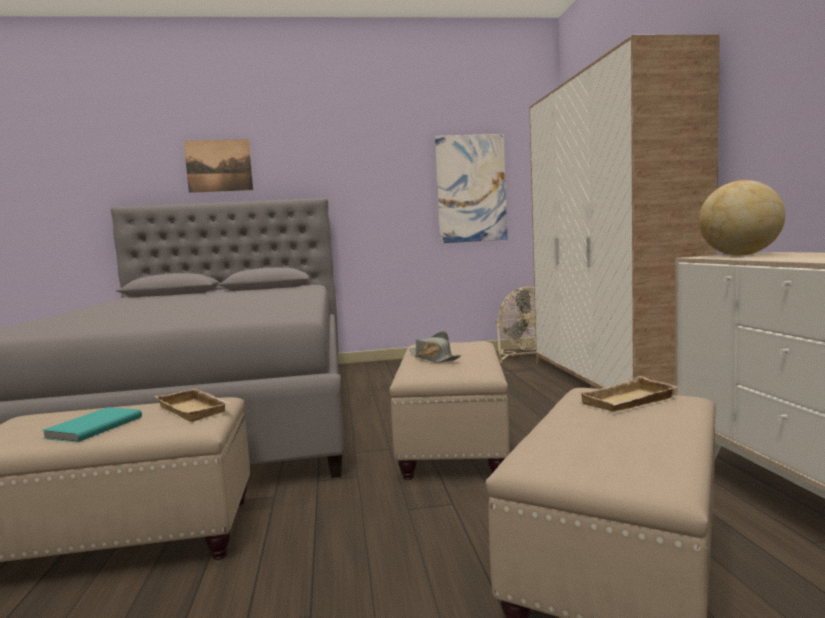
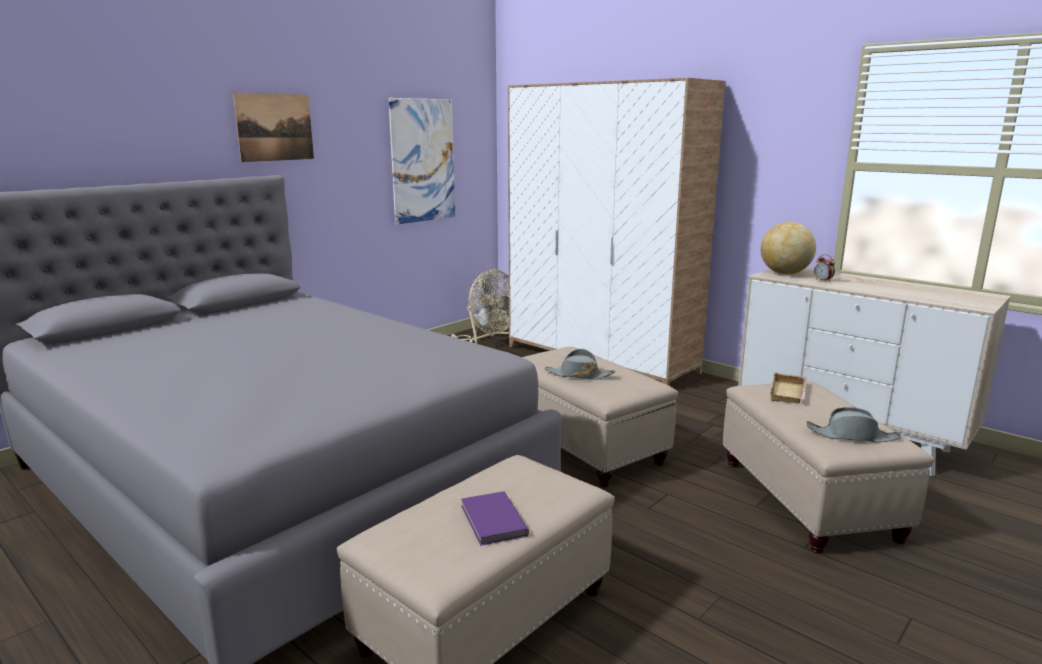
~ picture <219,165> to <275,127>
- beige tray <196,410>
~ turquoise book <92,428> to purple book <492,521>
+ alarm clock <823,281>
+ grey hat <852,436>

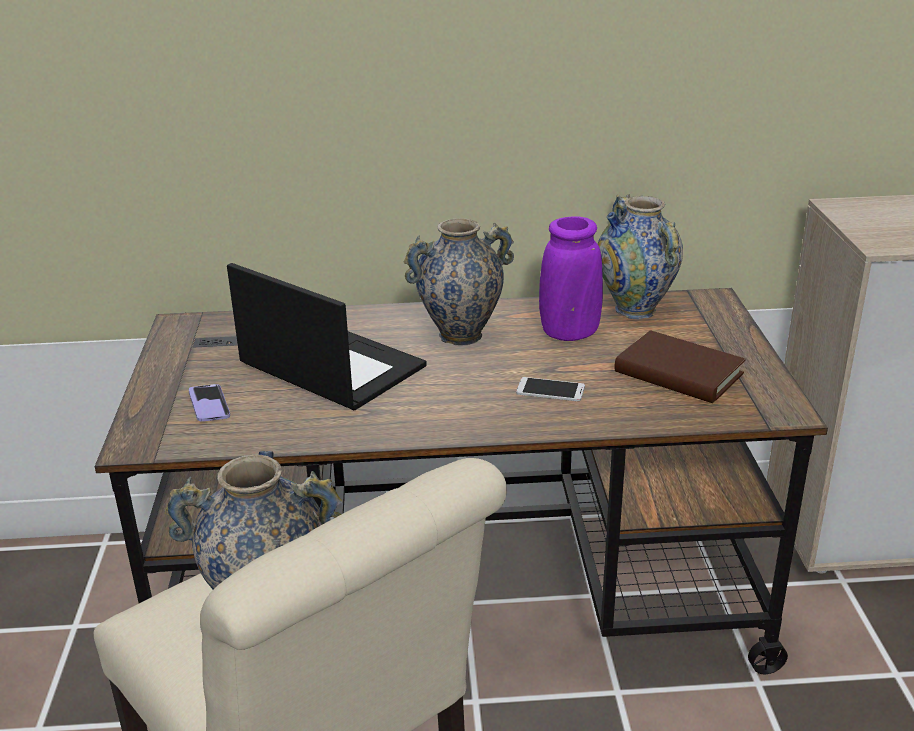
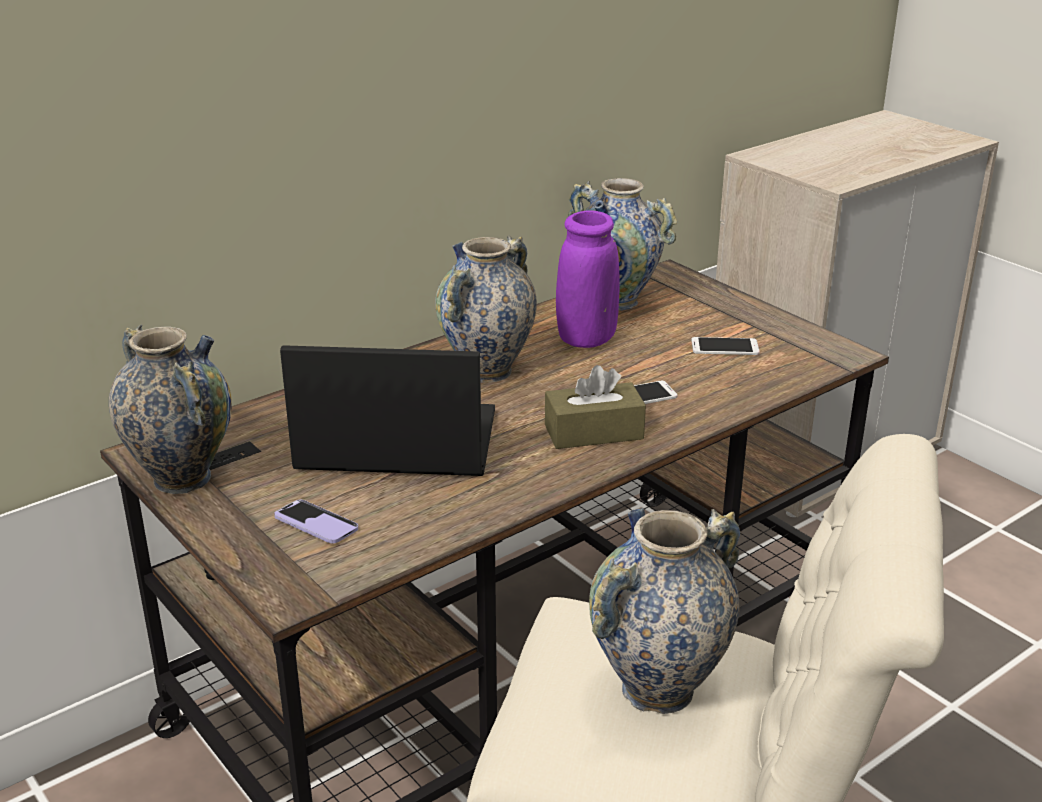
~ brown book <678,373> to phone <725,347>
+ vase <182,478>
+ brown tissue box <593,432>

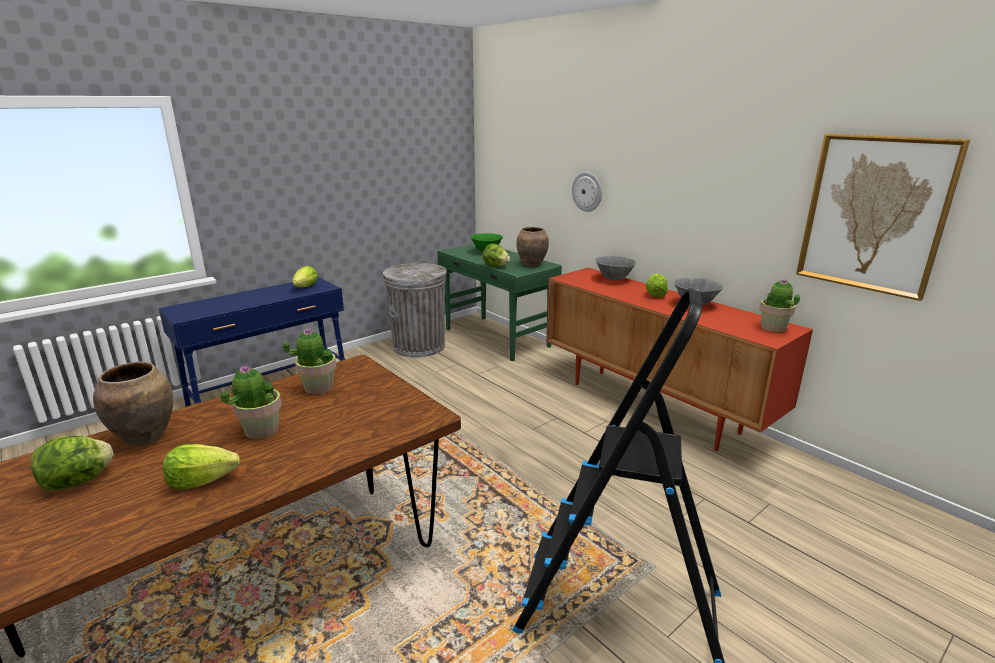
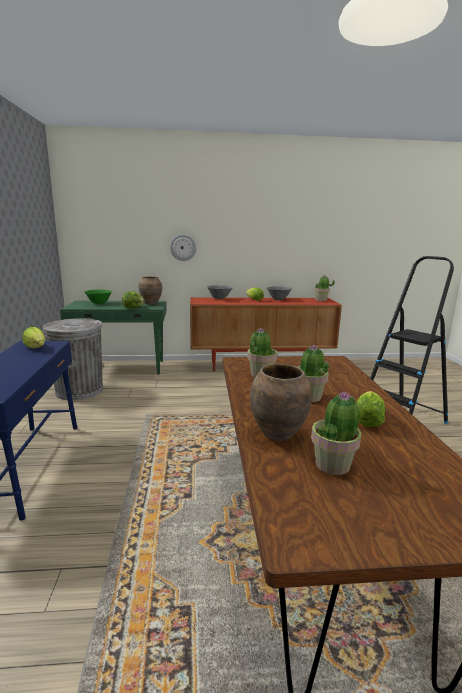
- picture <874,214>
~ lettuce <78,481> to potted plant <333,464>

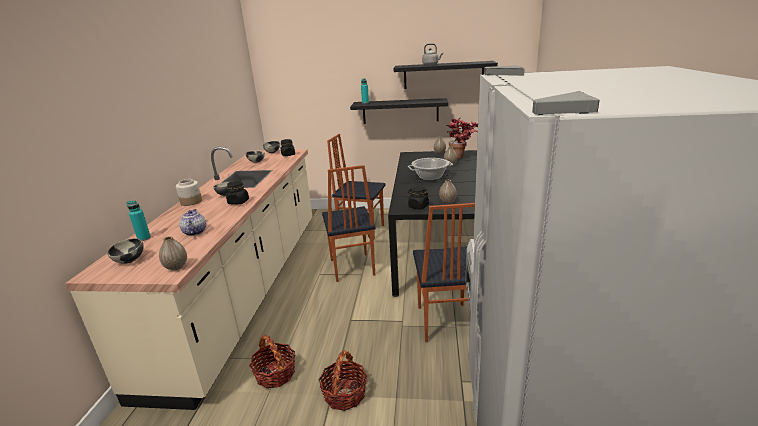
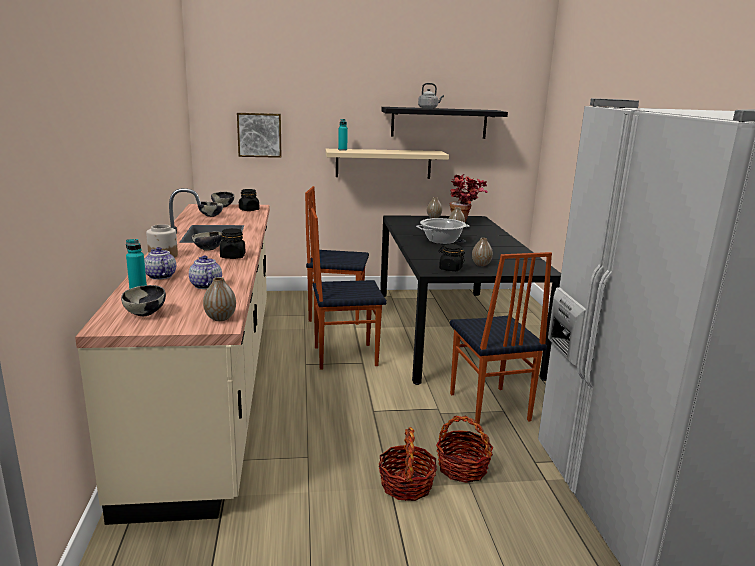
~ black shelf <400,111> to beige shelf <383,163>
~ chair <351,267> = <344,356> 105 degrees clockwise
~ basket <275,374> to <462,468>
+ picture <259,135>
+ teapot <160,276>

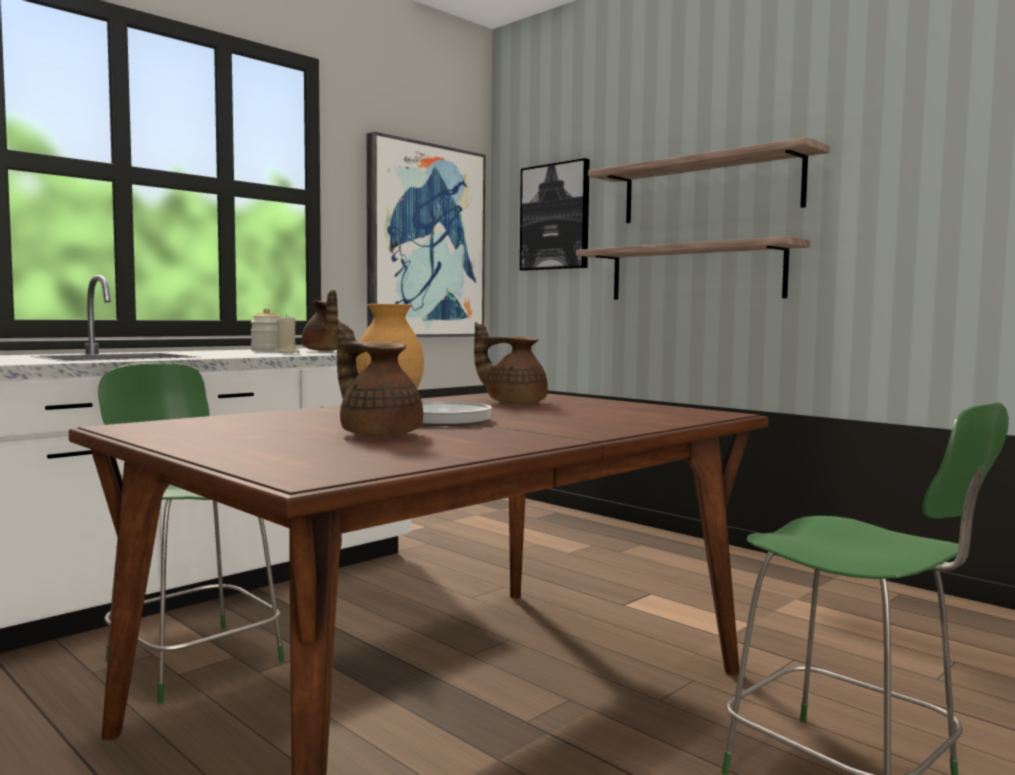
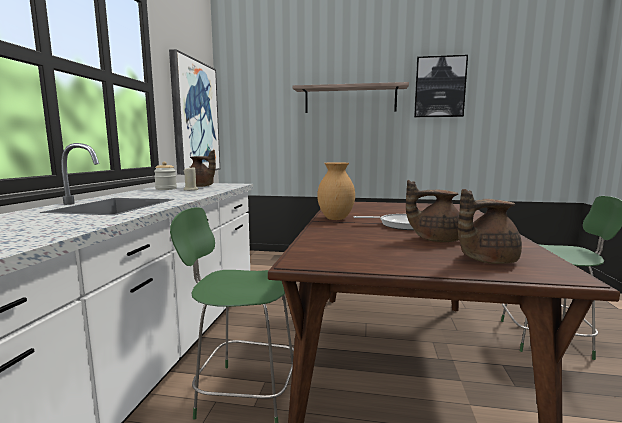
~ picture <555,217> to <439,87>
- shelf <694,272>
~ brown teapot <514,402> to <485,260>

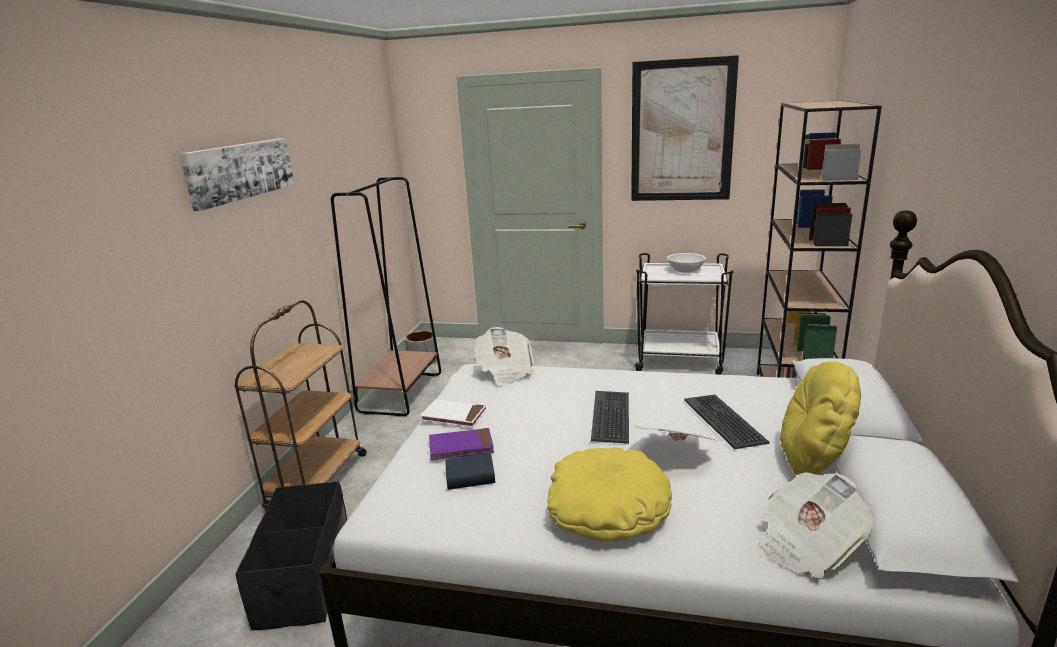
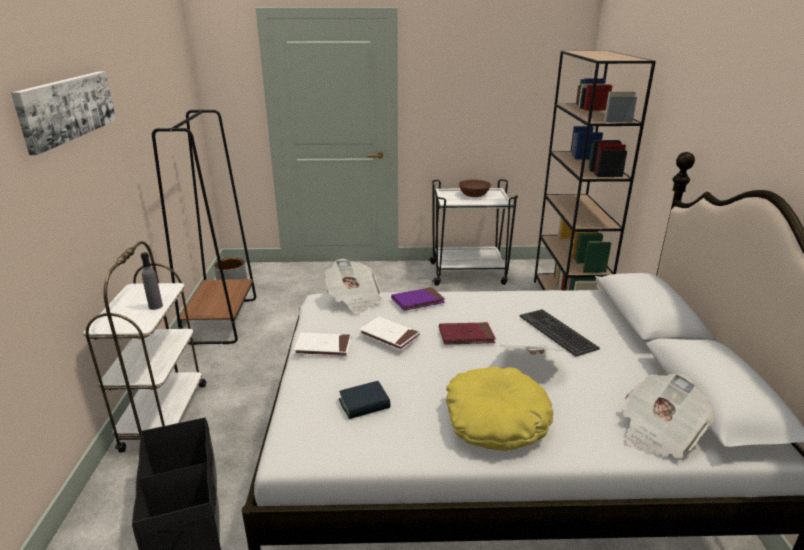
- picture <681,131>
~ white bowl <685,271> to brown bowl <474,195>
~ brown cart <316,482> to white cart <164,418>
- yellow pillow <812,462>
~ keyboard <612,416> to red book <466,336>
~ purple book <461,447> to <418,301>
+ grey bottle <155,306>
+ white book <389,336>

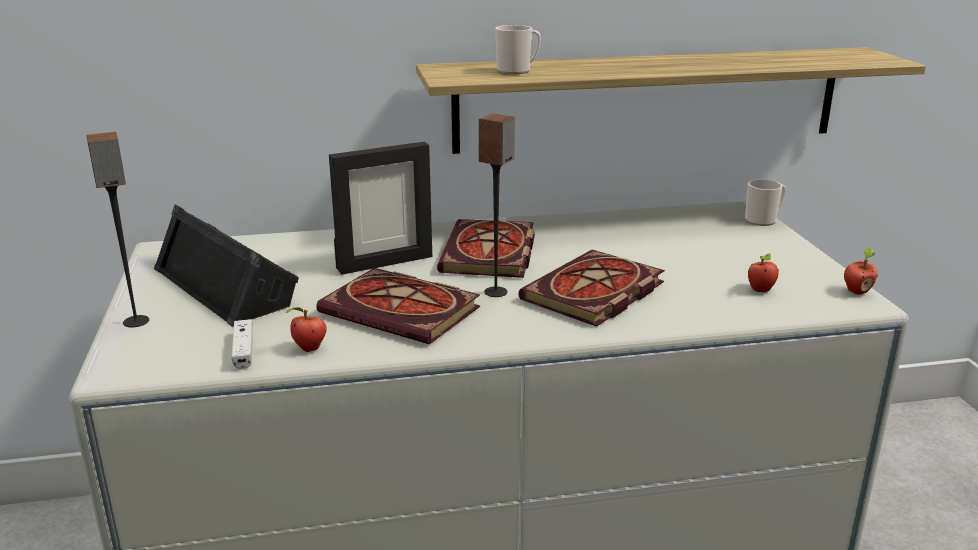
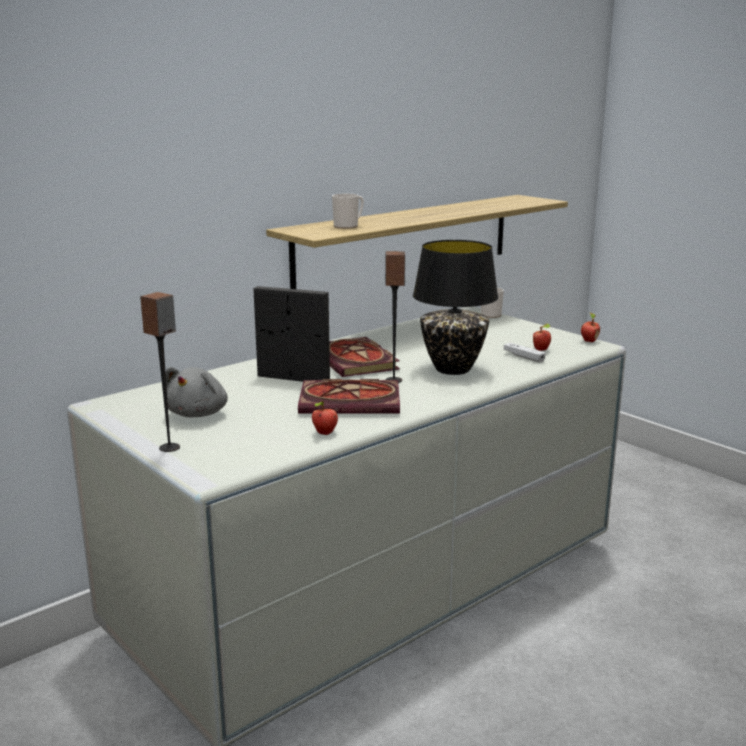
~ picture frame <385,262> = <292,379> 105 degrees counterclockwise
~ black speaker <227,284> to grey plush toy <199,413>
~ book <593,294> to black table lamp <453,369>
~ white game controller <243,351> to <523,357>

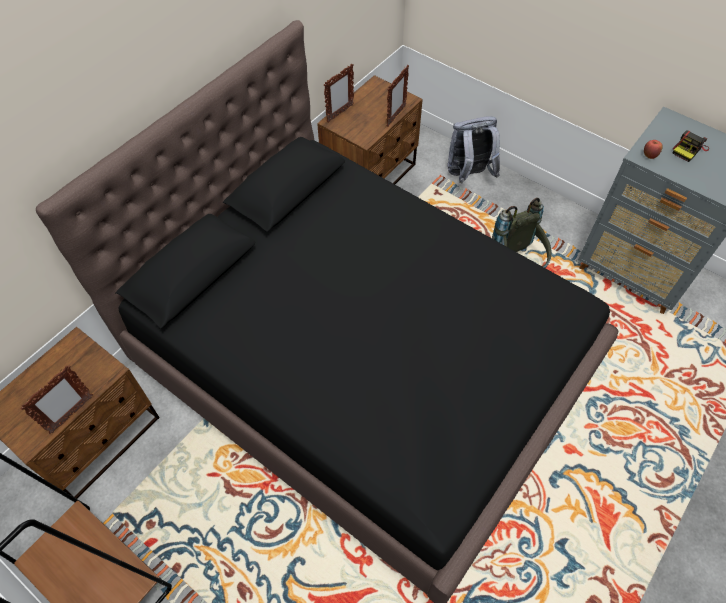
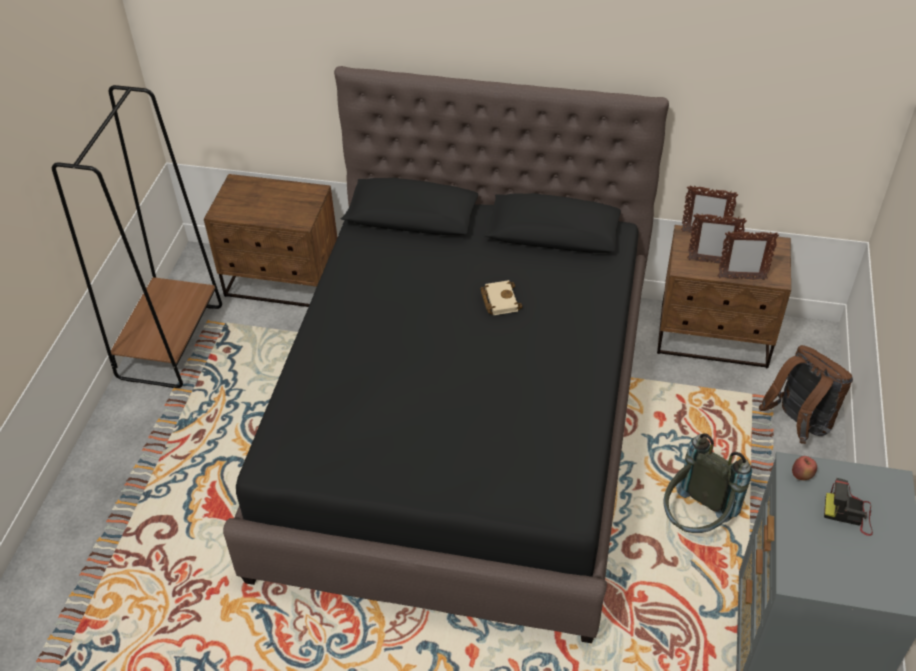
~ grey backpack <468,175> to brown backpack <798,424>
~ picture frame <71,414> to <710,262>
+ beige book <499,300>

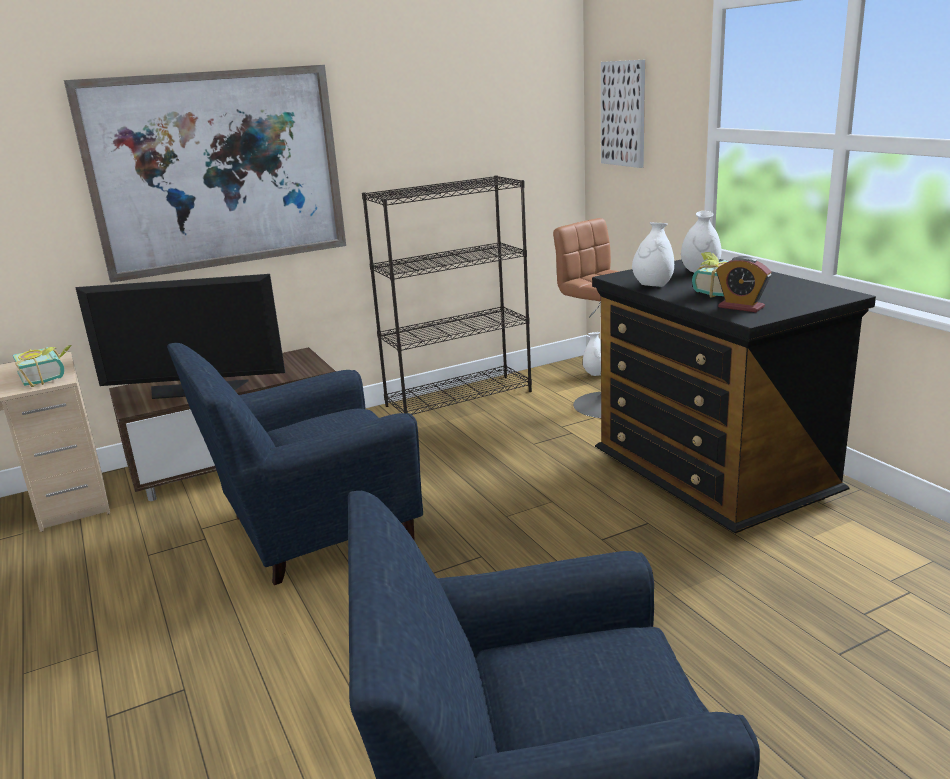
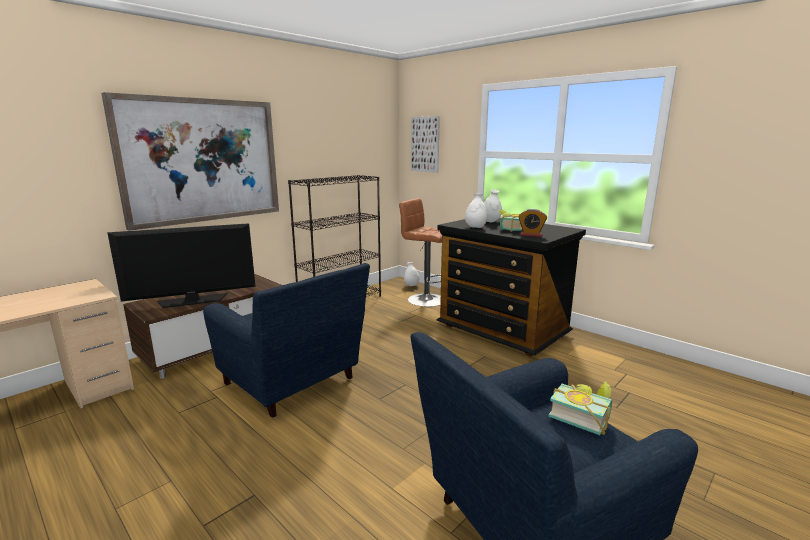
~ blue armchair <313,532> = <292,384> 90 degrees counterclockwise
~ book <48,376> to <581,416>

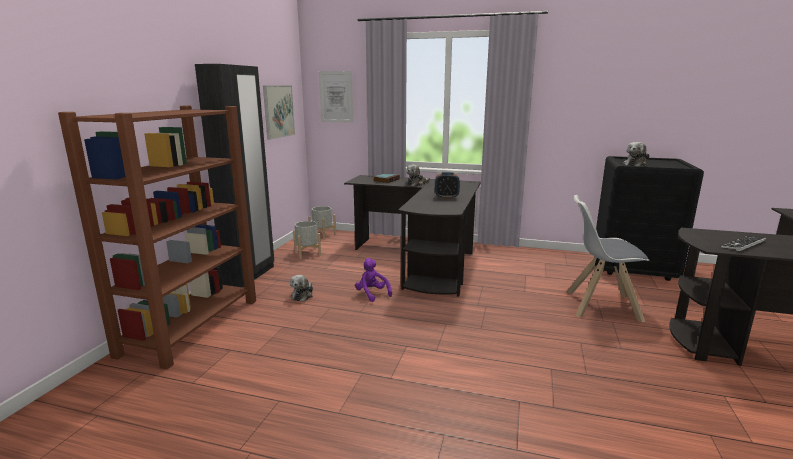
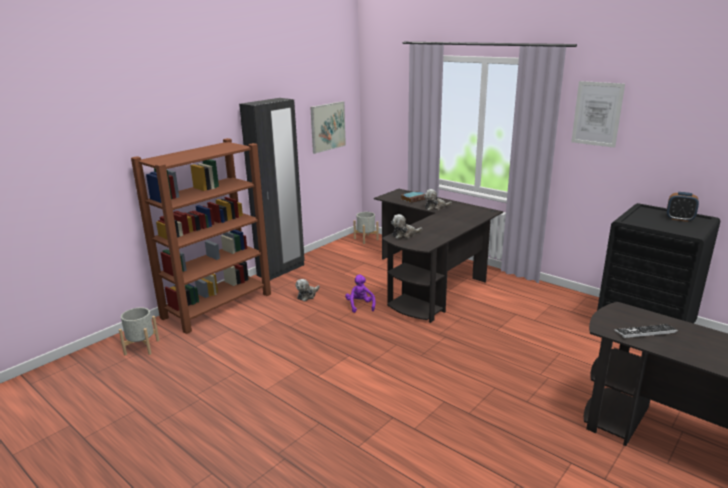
~ picture <336,97> to <597,114>
~ plush toy <635,164> to <404,235>
~ alarm clock <446,197> to <679,219>
- chair <599,305>
~ grey planter <307,254> to <141,347>

